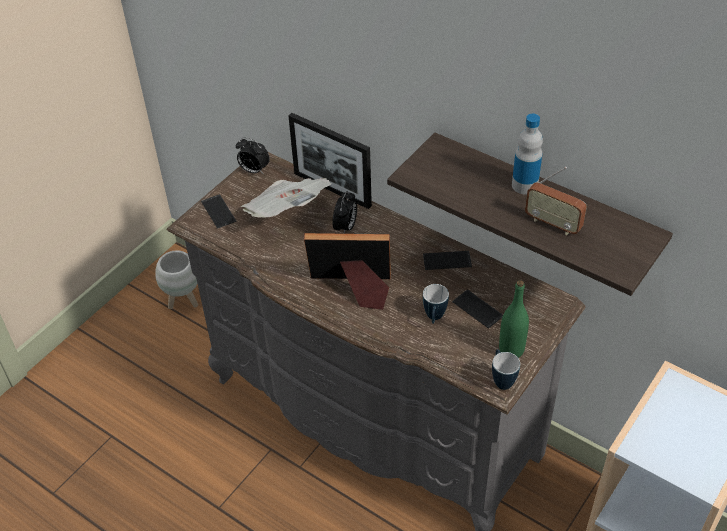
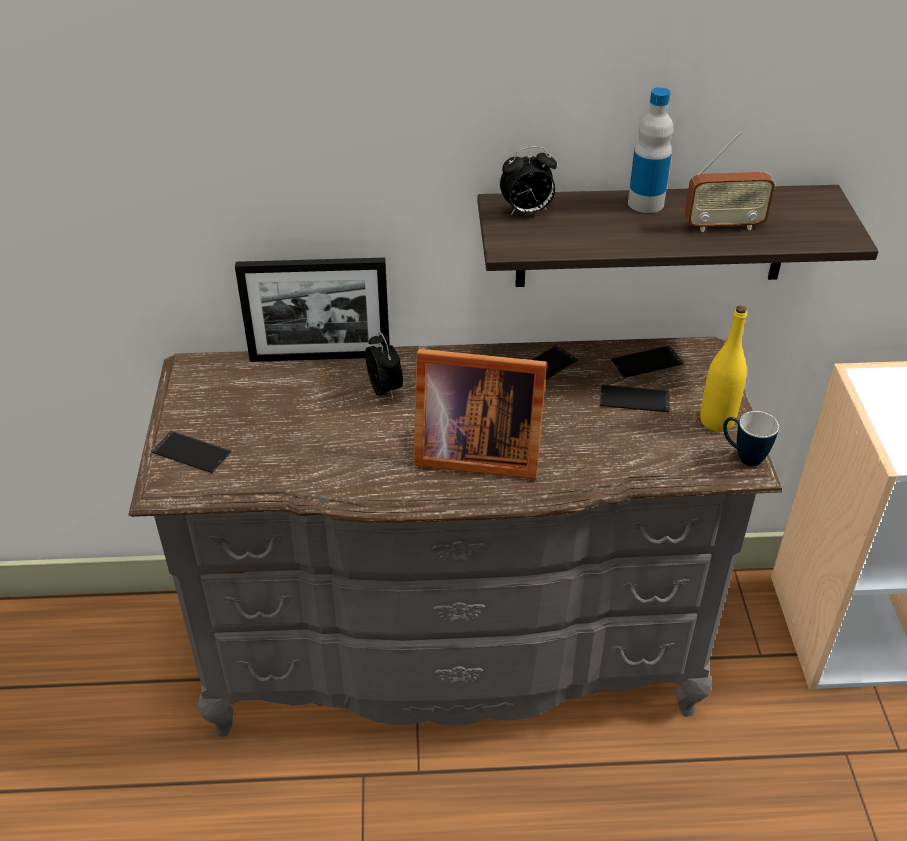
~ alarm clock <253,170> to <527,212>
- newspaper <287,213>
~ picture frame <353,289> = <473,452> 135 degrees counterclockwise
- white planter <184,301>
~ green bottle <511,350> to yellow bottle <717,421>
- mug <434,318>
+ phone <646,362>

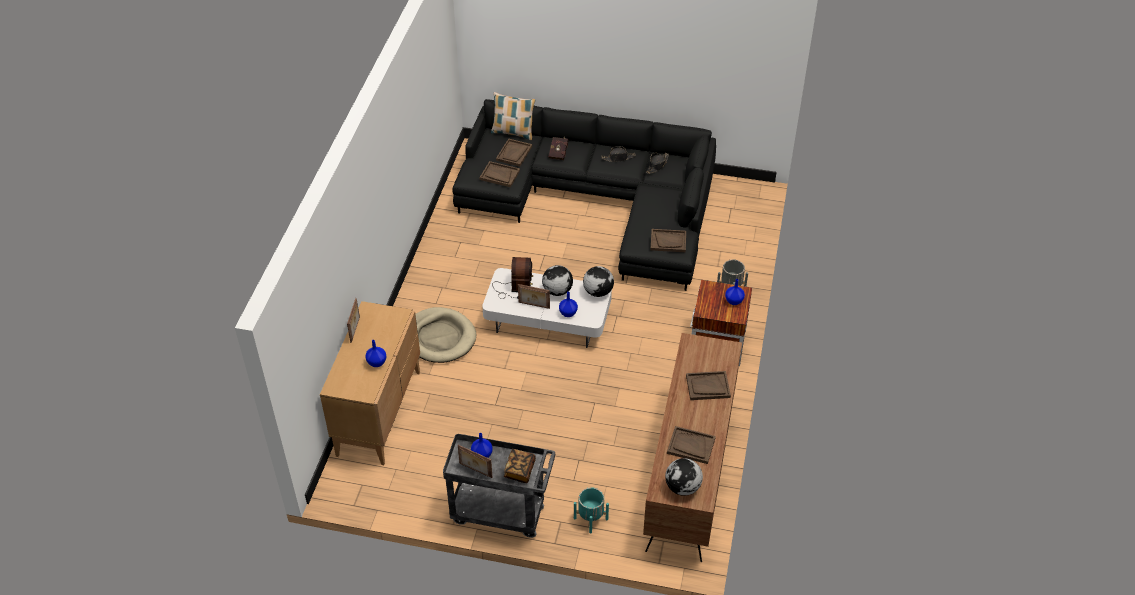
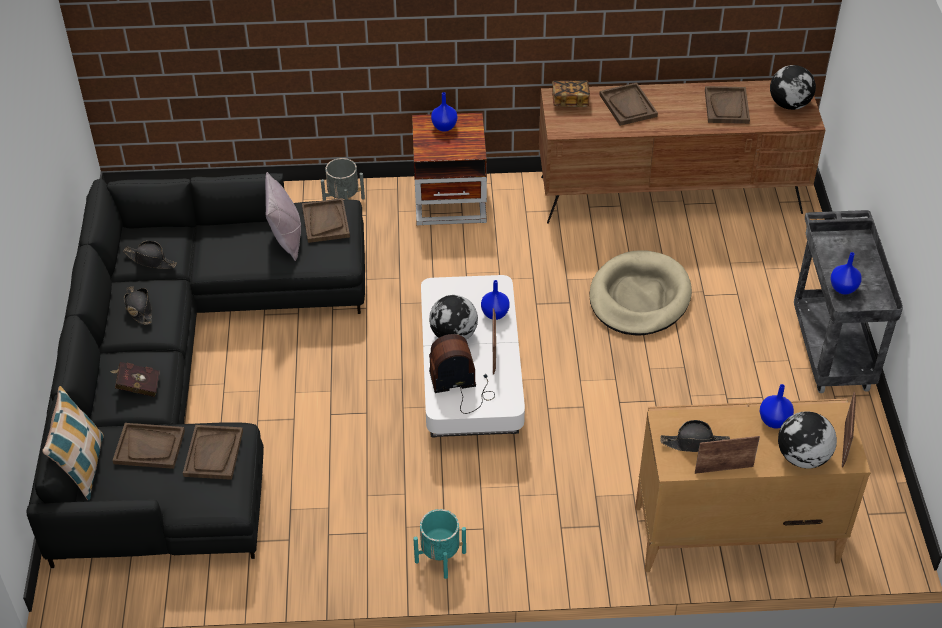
~ globe <598,291> to <802,457>
~ beige dog bed <439,337> to <639,297>
~ picture frame <475,471> to <845,444>
~ book <519,470> to <570,100>
~ turquoise planter <590,518> to <440,557>
+ purple pillow <286,238>
+ black hat <695,443>

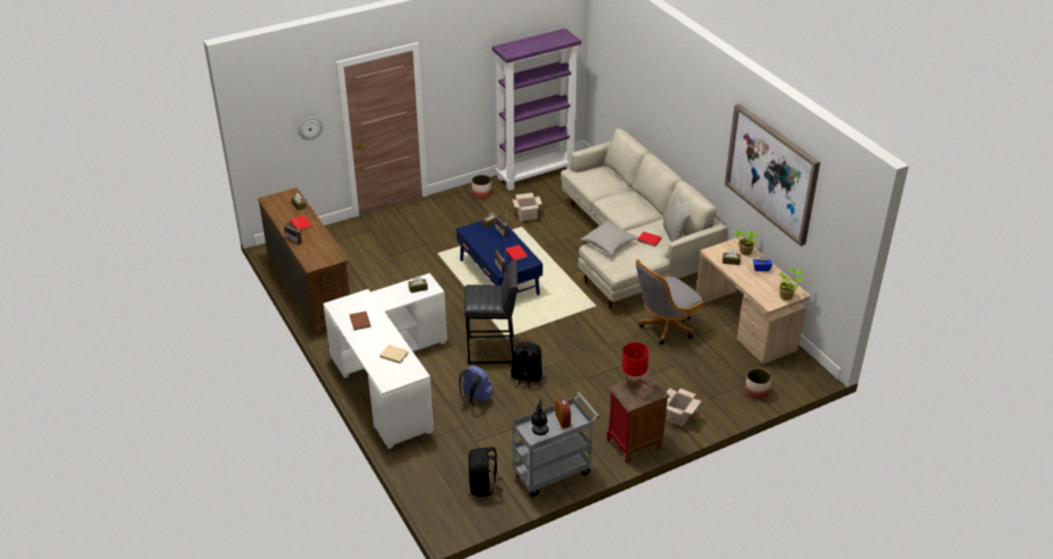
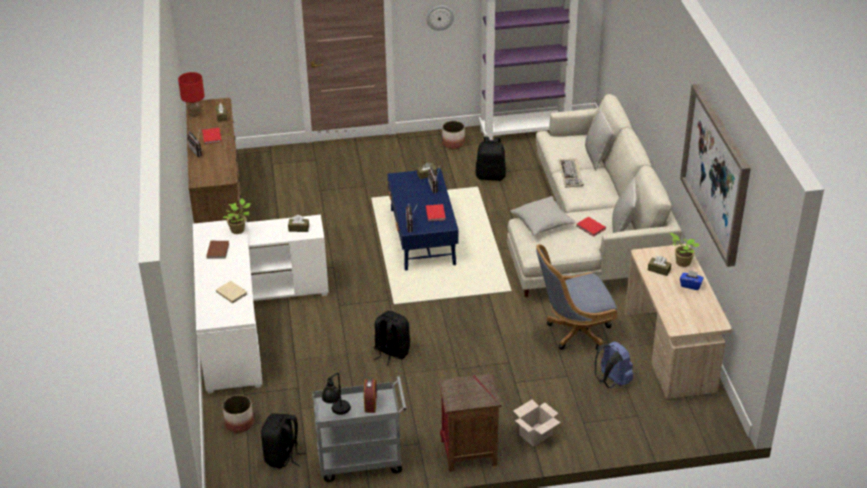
~ wall clock <310,128> to <440,17>
~ cardboard box <527,215> to black backpack <490,176>
~ grey office chair <663,329> to blue office chair <573,334>
- grey stool <492,349>
~ potted plant <786,296> to <238,230>
~ red table lamp <633,383> to <195,113>
~ blue backpack <475,400> to <612,381>
~ planter <756,392> to <239,423>
+ grey pillow <597,157>
+ keyboard <571,174>

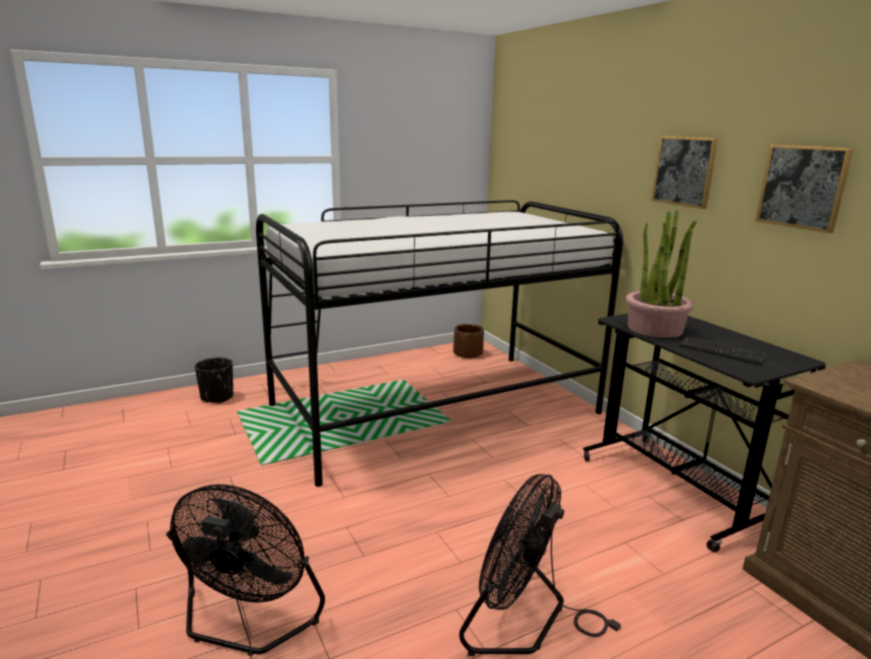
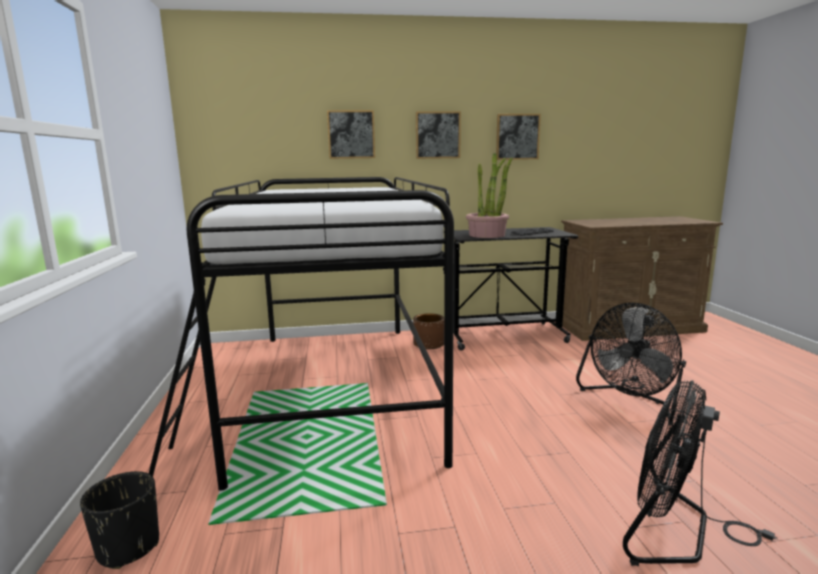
~ brown planter <468,353> to <429,344>
+ picture <351,134>

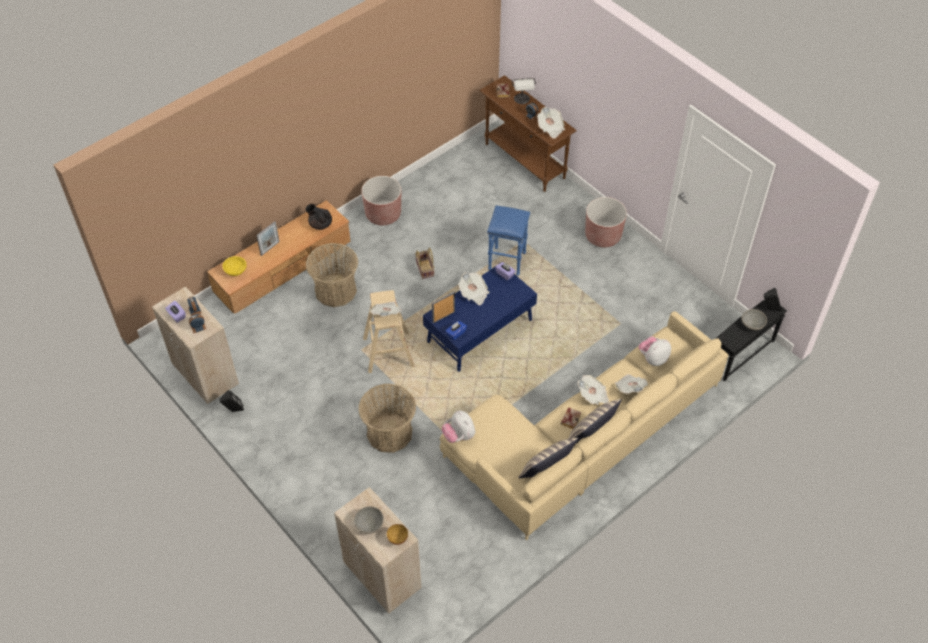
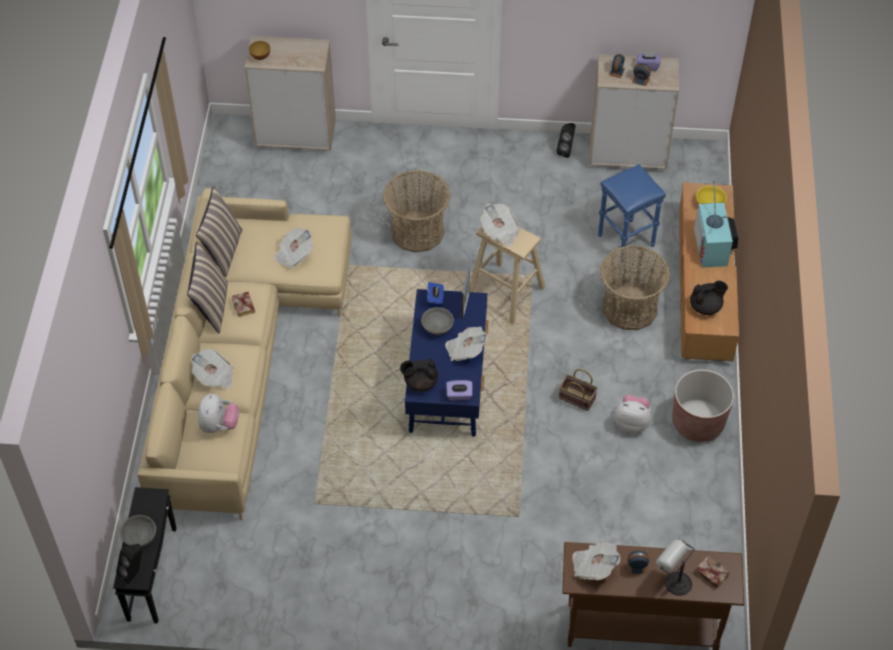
- brown planter <603,235>
~ blue stool <508,260> to <625,241>
~ picture frame <270,248> to television <713,247>
~ newspaper <593,396> to <294,255>
~ plush toy <459,435> to <631,422>
~ grey bowl <369,524> to <438,327>
+ black teapot <420,382>

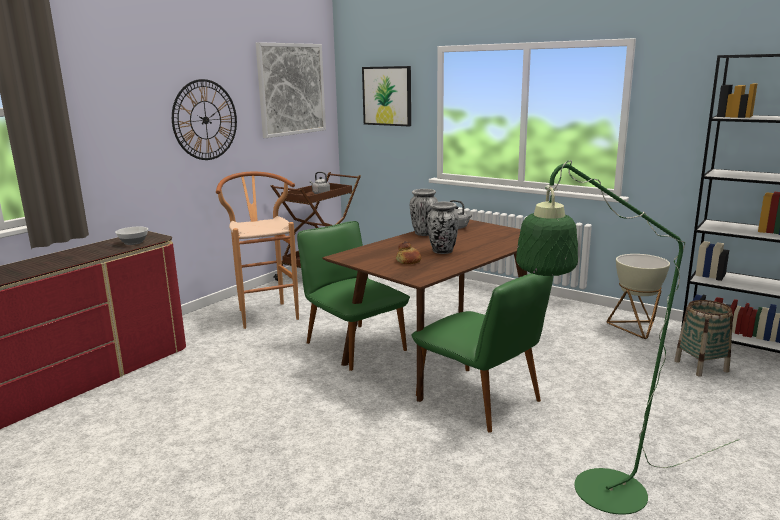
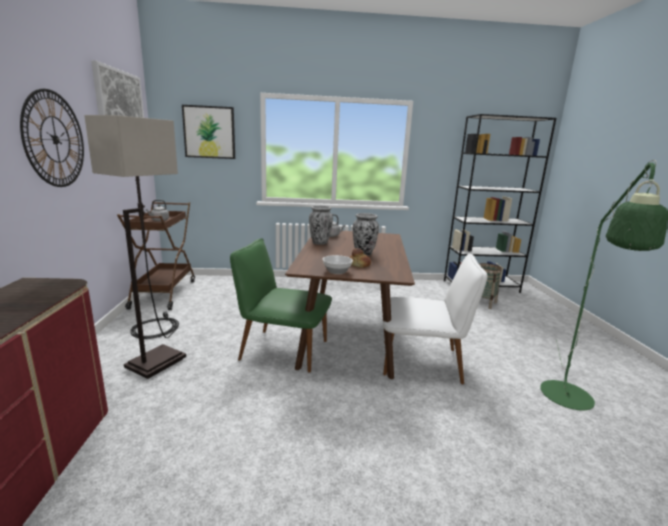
~ brown stool <265,312> to floor lamp <157,343>
~ bowl <133,242> to <336,271>
- planter <635,328>
~ green chair <477,398> to white chair <421,361>

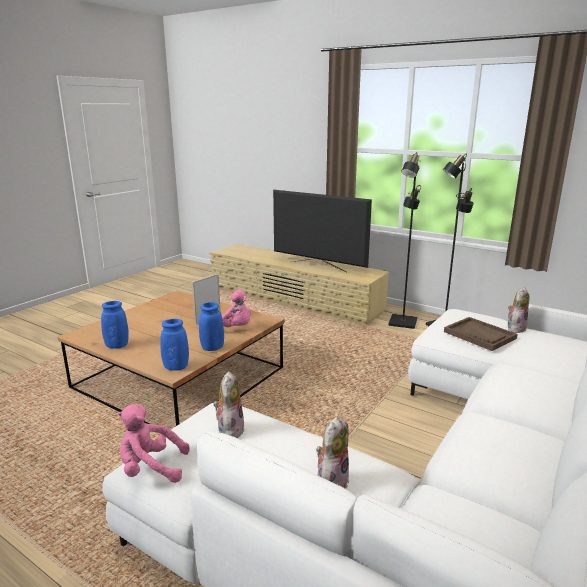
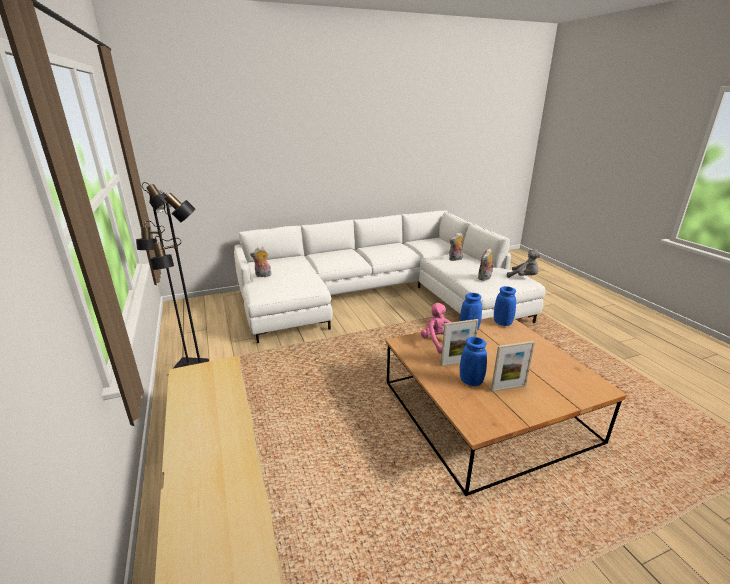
- television <318,267>
~ blue vase <117,345> to <470,381>
- brown tray <479,335>
~ pink plush toy <151,468> to grey plush toy <524,277>
+ picture frame <508,388>

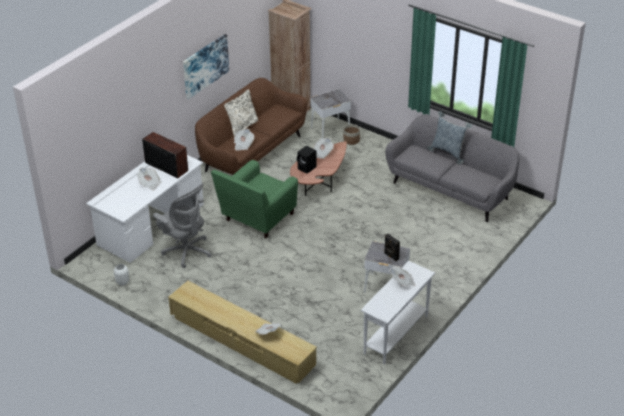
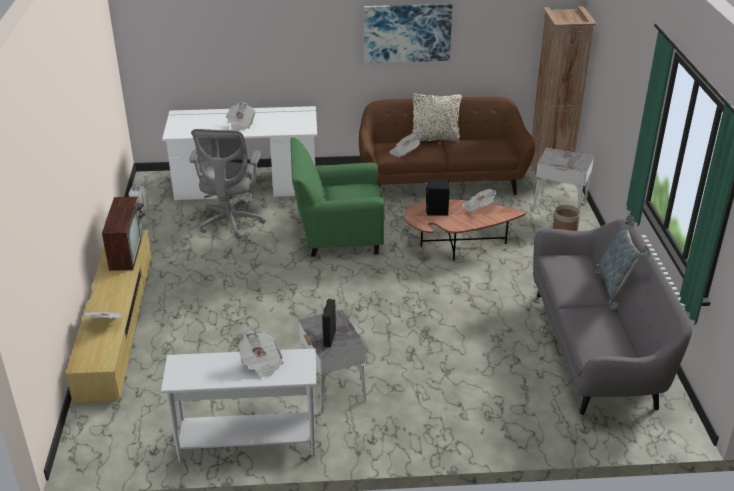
~ television <165,166> to <126,250>

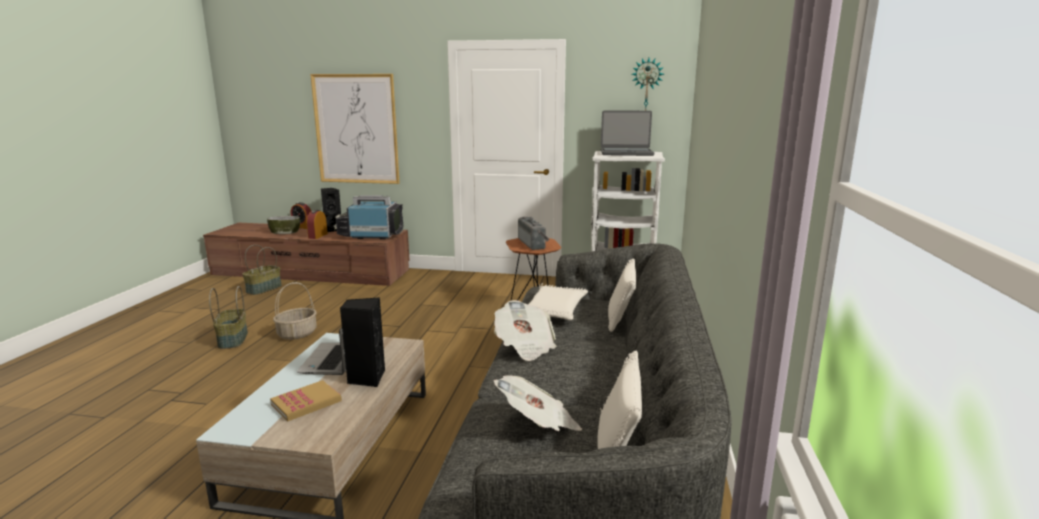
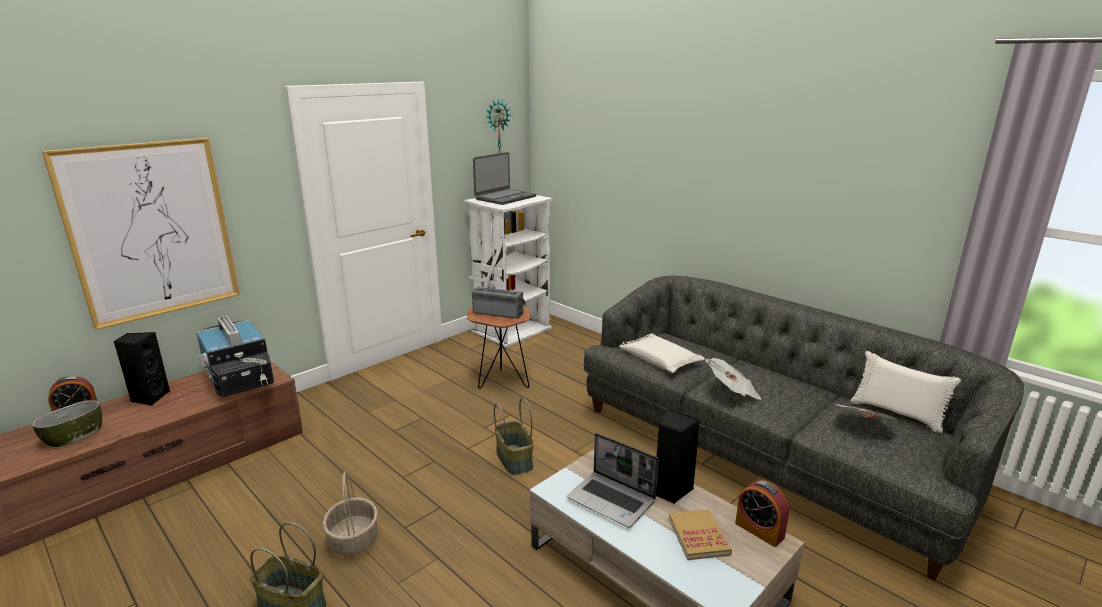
~ television <371,236> = <240,380> 75 degrees counterclockwise
~ alarm clock <318,236> to <759,530>
~ basket <264,289> to <515,460>
- white pillow <620,317>

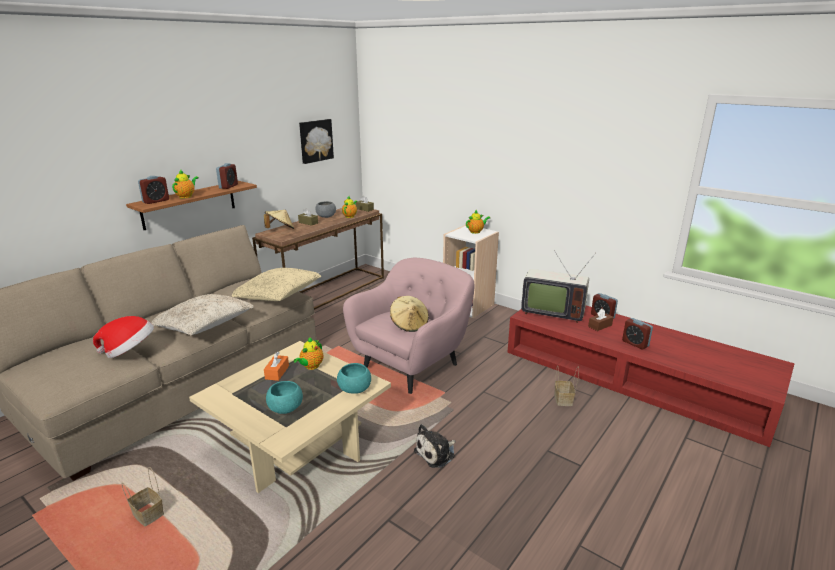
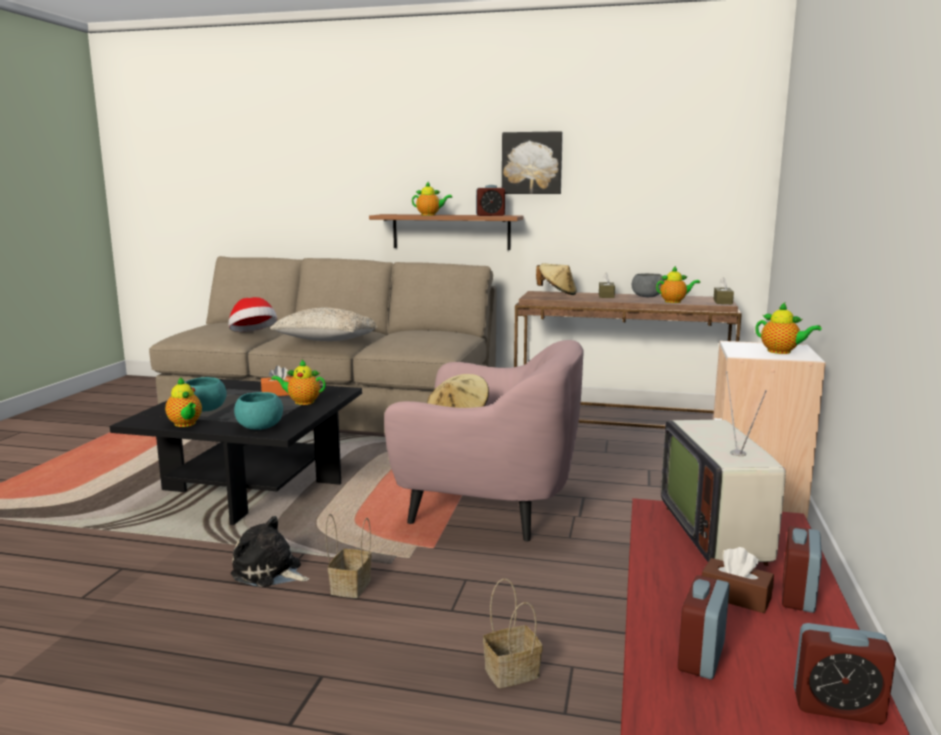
~ picture <315,140> to <532,163>
~ alarm clock <156,201> to <837,707>
- beige pillow <278,295>
~ beige coffee table <298,445> to black coffee table <252,487>
~ basket <147,514> to <350,585>
+ teapot <185,424>

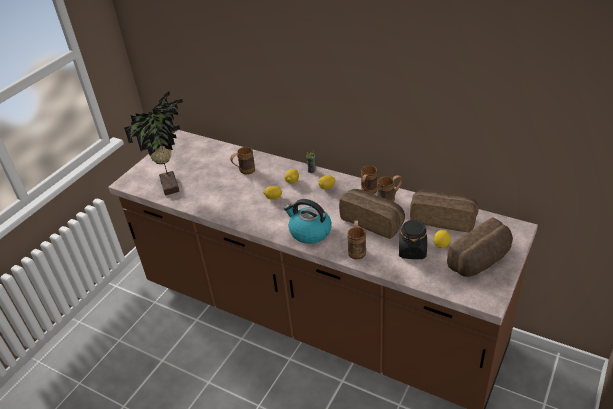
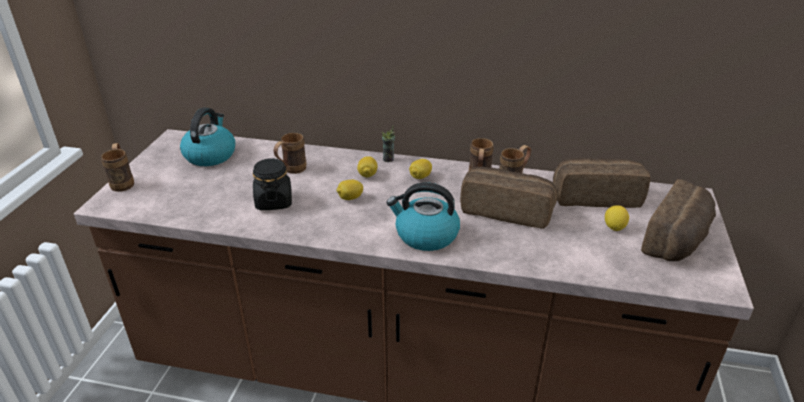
- potted plant <171,185>
~ black jar <412,251> to <274,201>
~ brown mug <357,249> to <123,182>
+ kettle <210,155>

